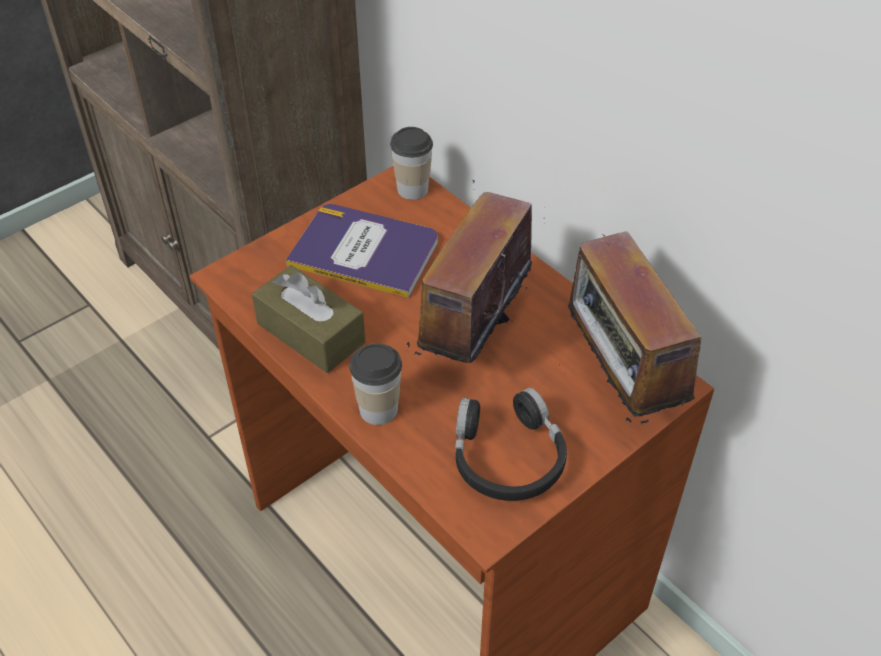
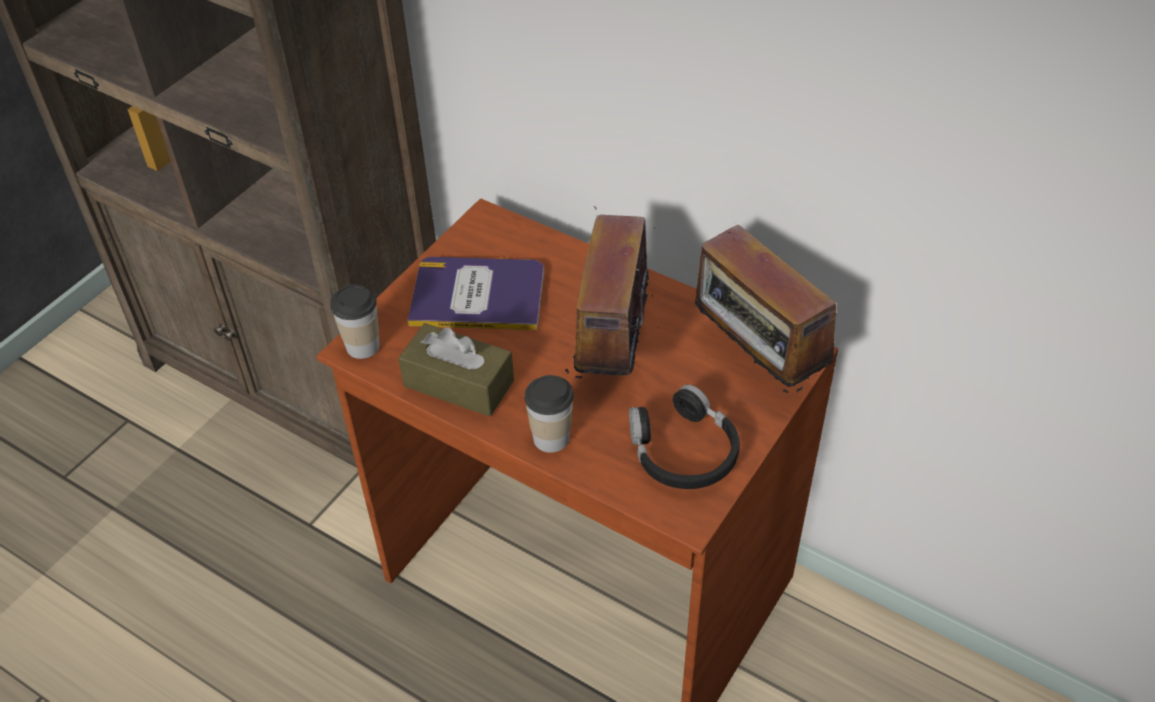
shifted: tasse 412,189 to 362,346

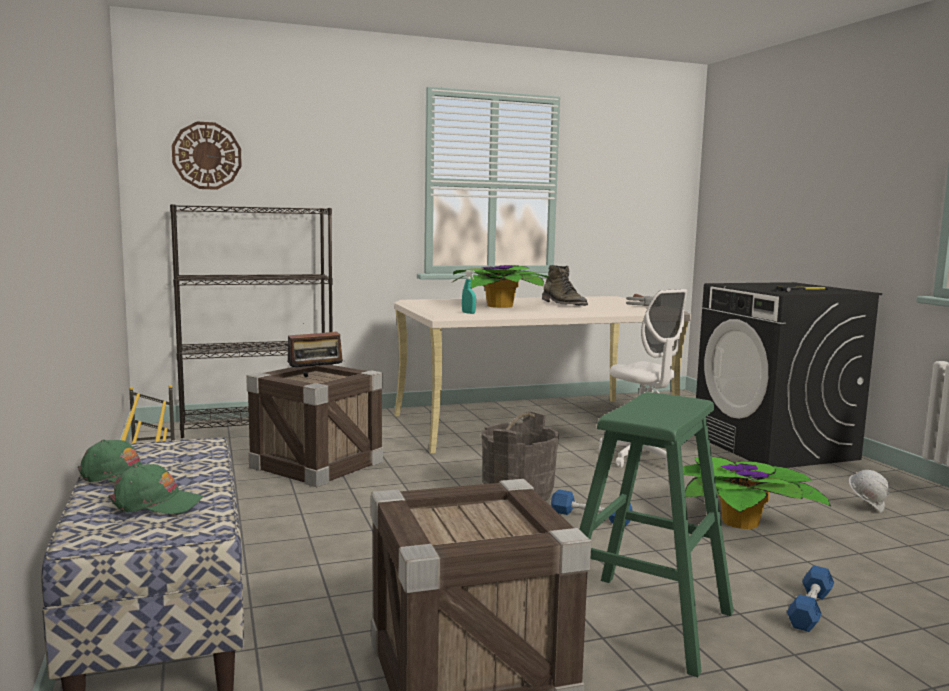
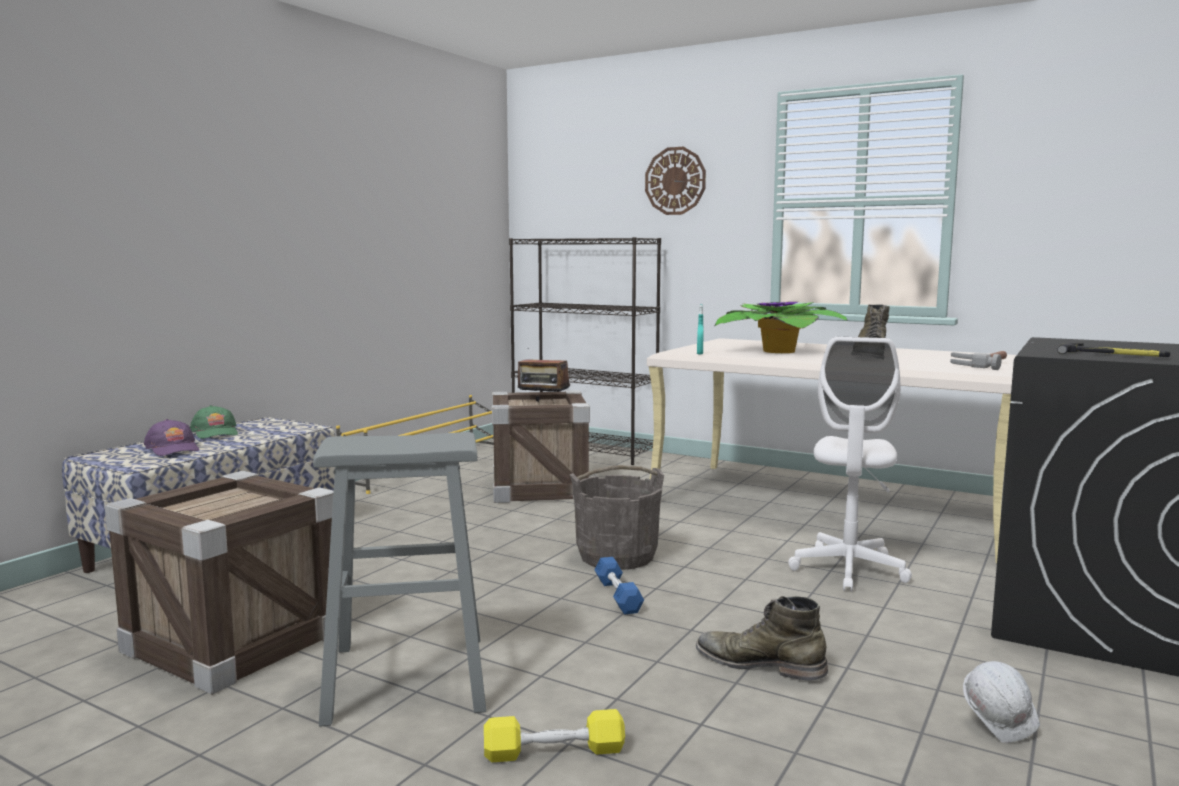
shifted: horloge murale 207,155 to 675,181
swapped: plante en pot 744,521 to botte (vert) 759,663
repainted: tabouret (vert) 645,621 to tabouret (gris) 408,677; casquette (vert) 156,503 to casquette (violet) 173,449; haltère (bleu) 810,609 to haltère (jaune) 554,752

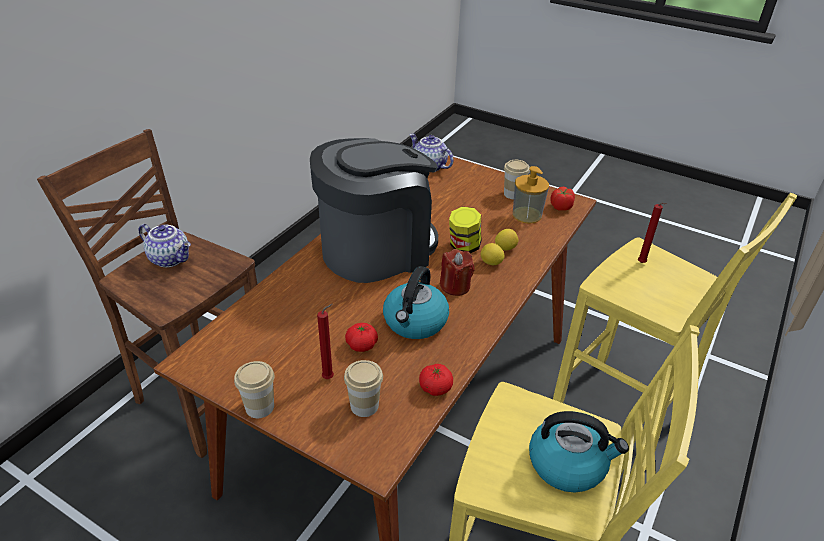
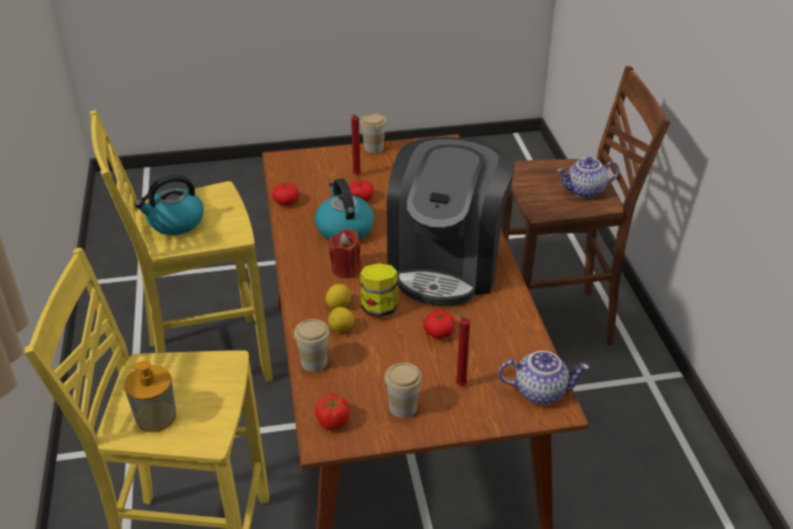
new: tomate 439,333
shifted: distributeur de savon 526,215 to 156,417; bougie (rouge) 642,264 to 459,384; tasse 364,405 to 314,362

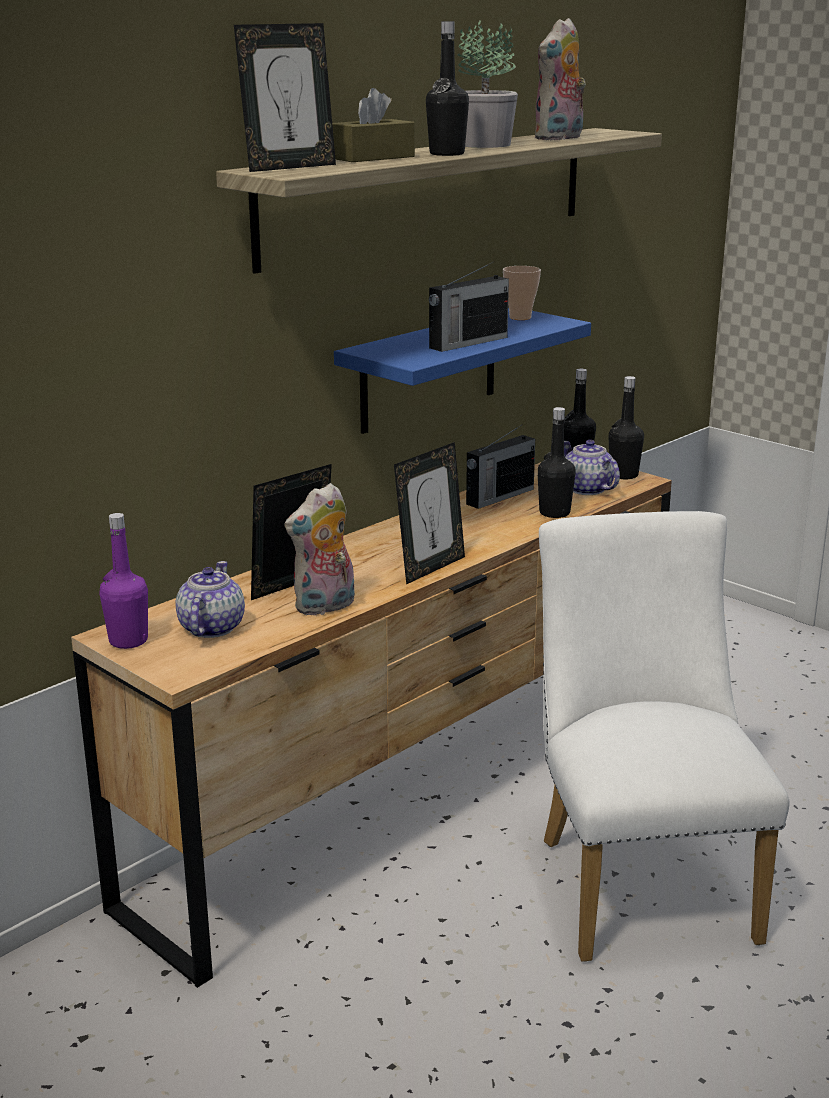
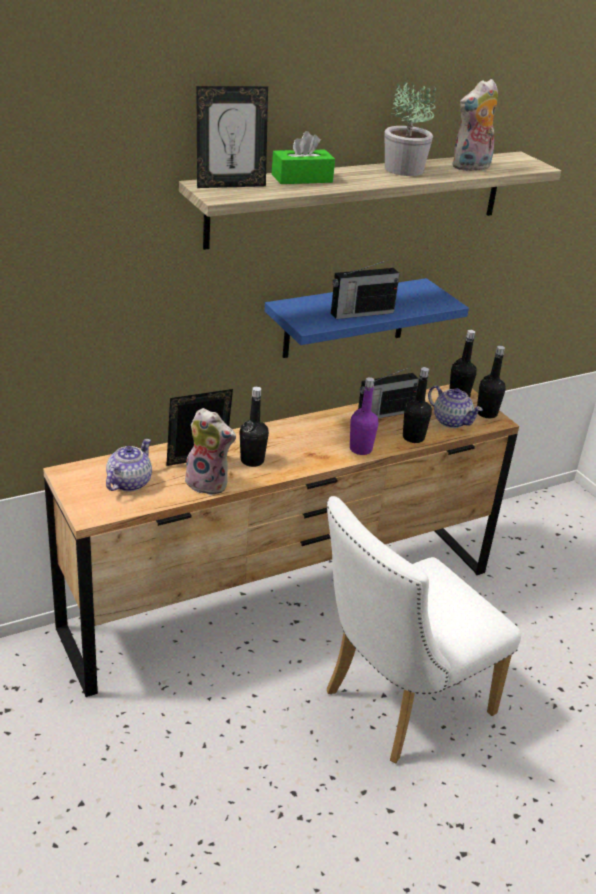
gone: tasse 520,317; cadre photo 430,568
shifted: bouteille (noir) 447,154 to 252,460; bouteille (violet) 128,641 to 360,449
repainted: boîte à mouchoirs (marron) 372,157 to boîte à mouchoirs (vert) 302,178
rotated: théière 587,489 = 451,421 150 degrees clockwise; peluche 325,607 = 209,483 135 degrees counterclockwise; chaise (blanc) 639,879 = 397,705 135 degrees counterclockwise

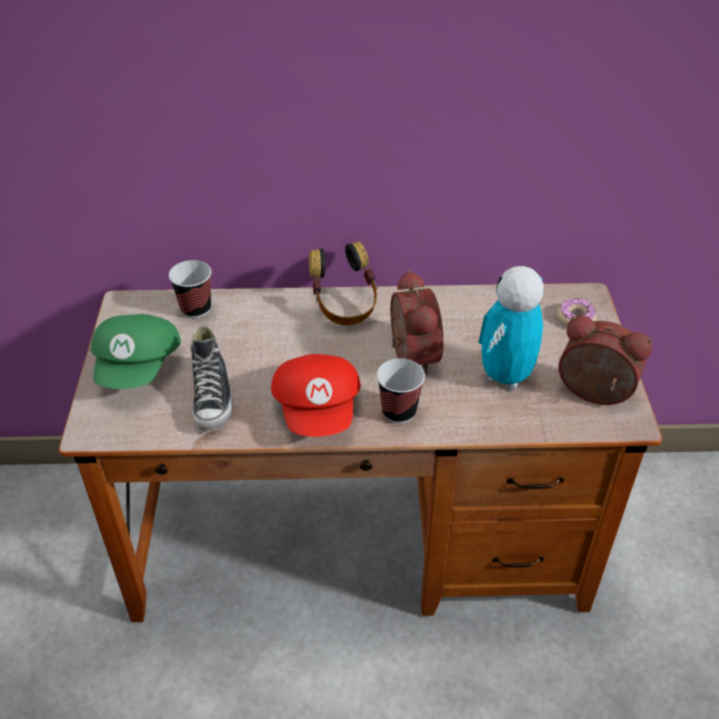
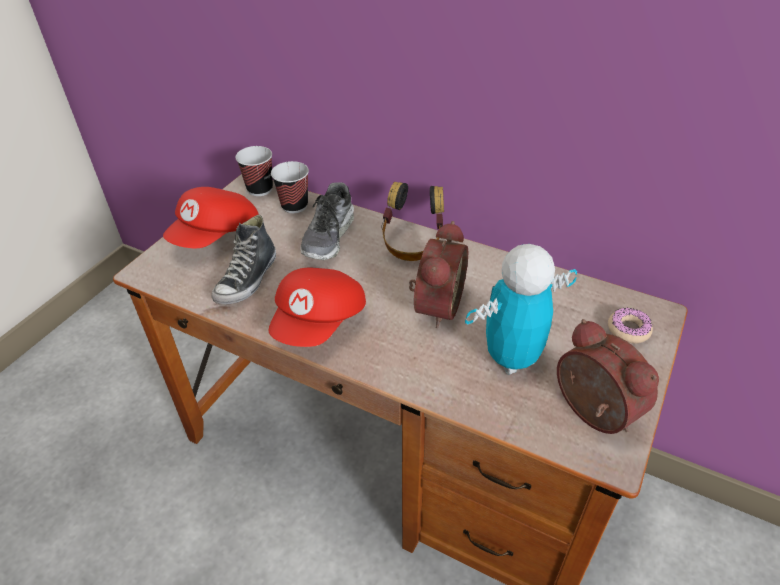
new: chaussure 329,236
shifted: tasse 399,411 to 260,189
repainted: casquette (vert) 139,367 to casquette (rouge) 217,236

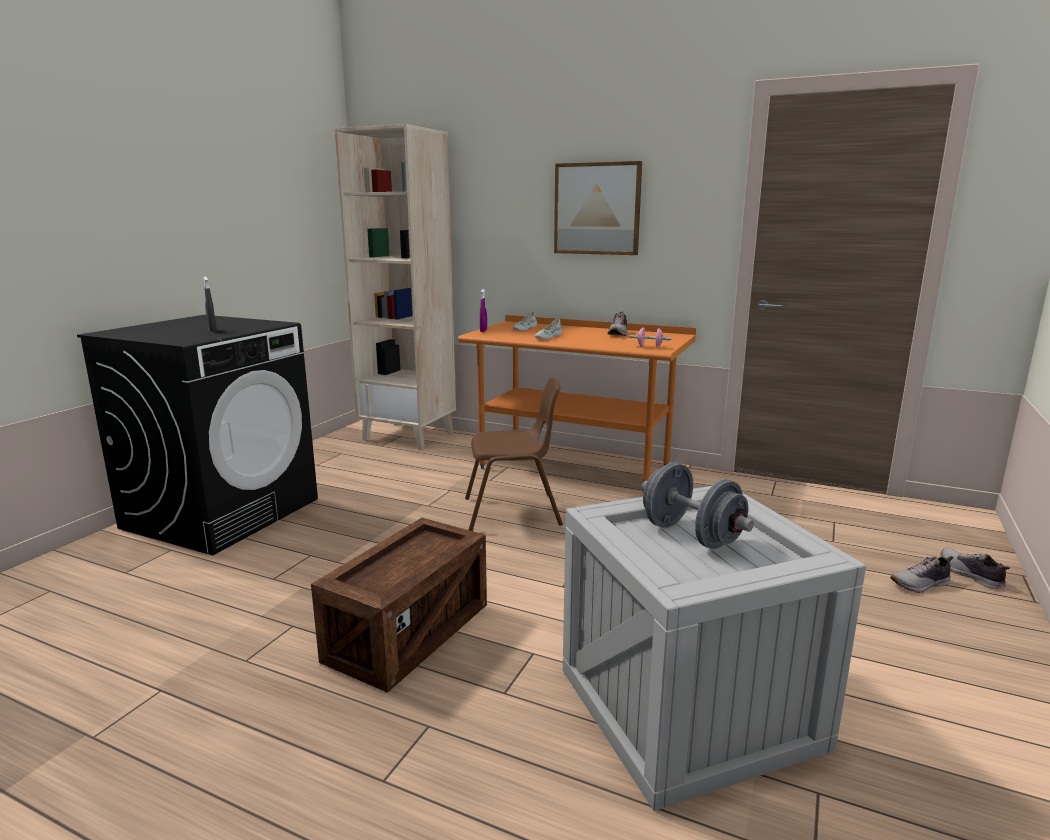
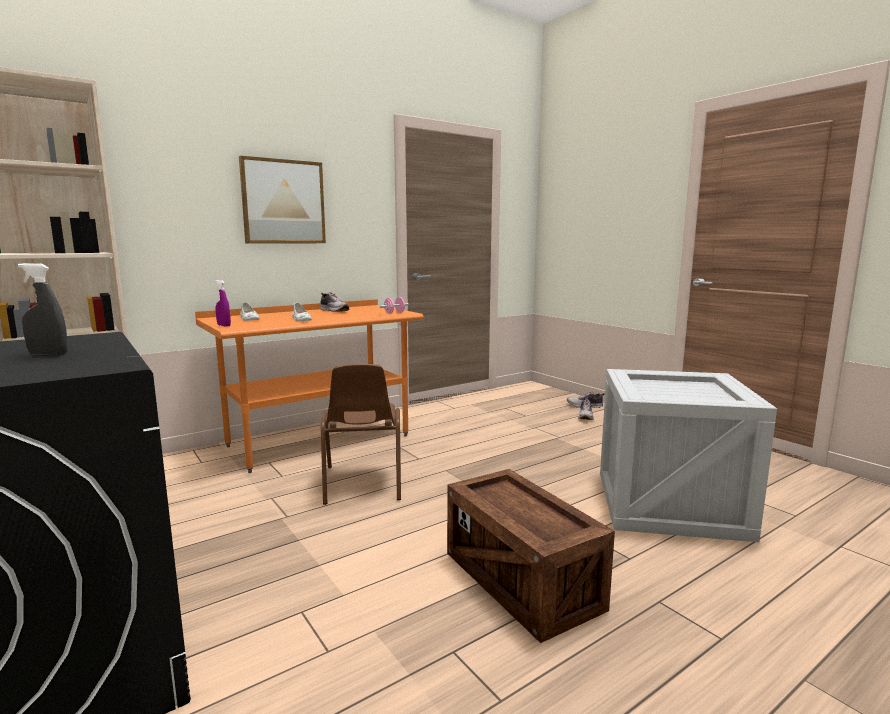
gone: haltère (gris) 691,535
rotated: chaise (marron) 513,512 = 362,483 150 degrees clockwise

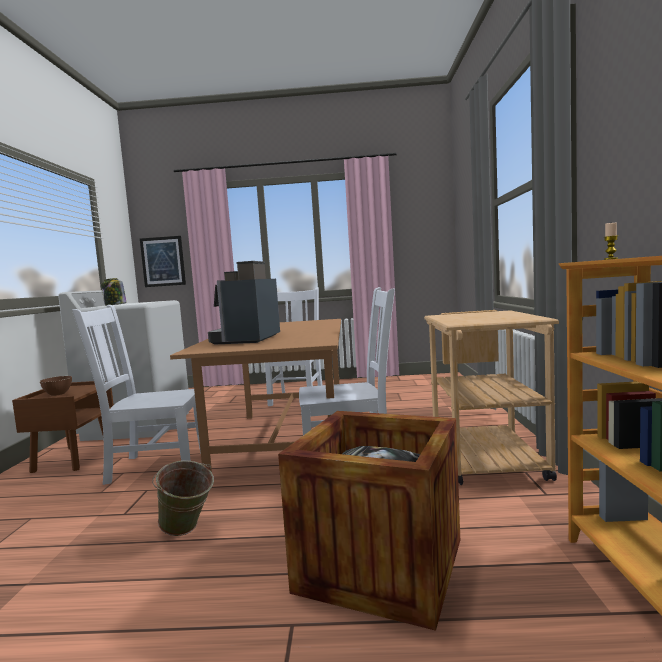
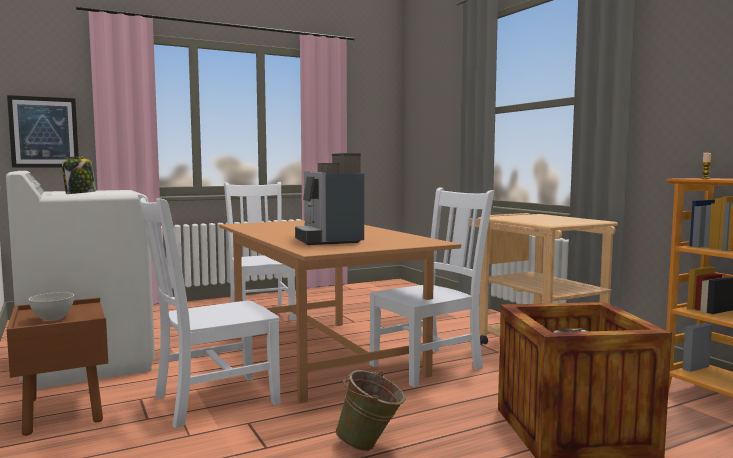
repainted: bol (marron) 58,394 to bol (gris) 53,318

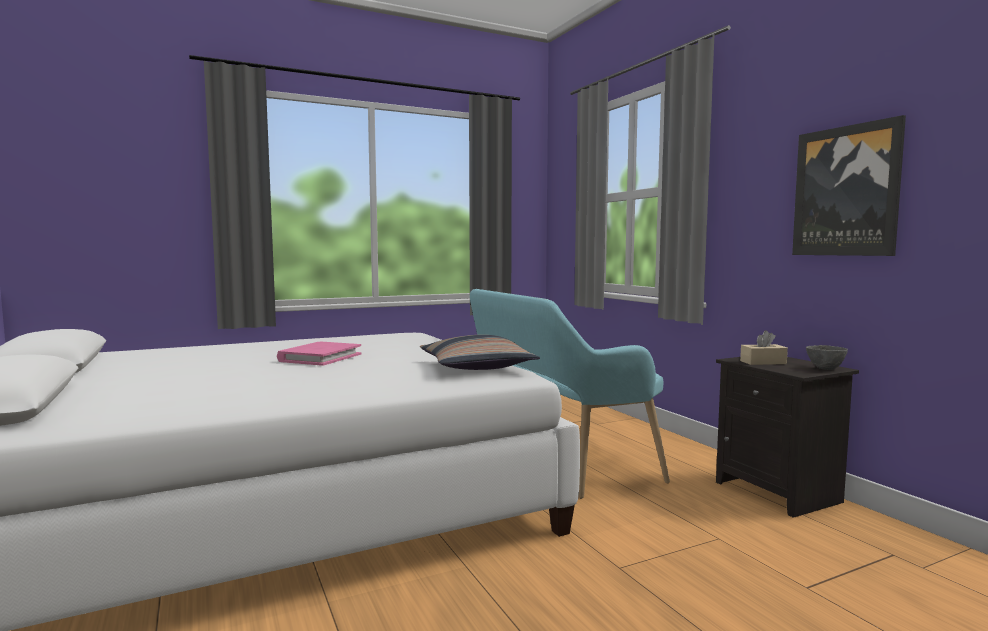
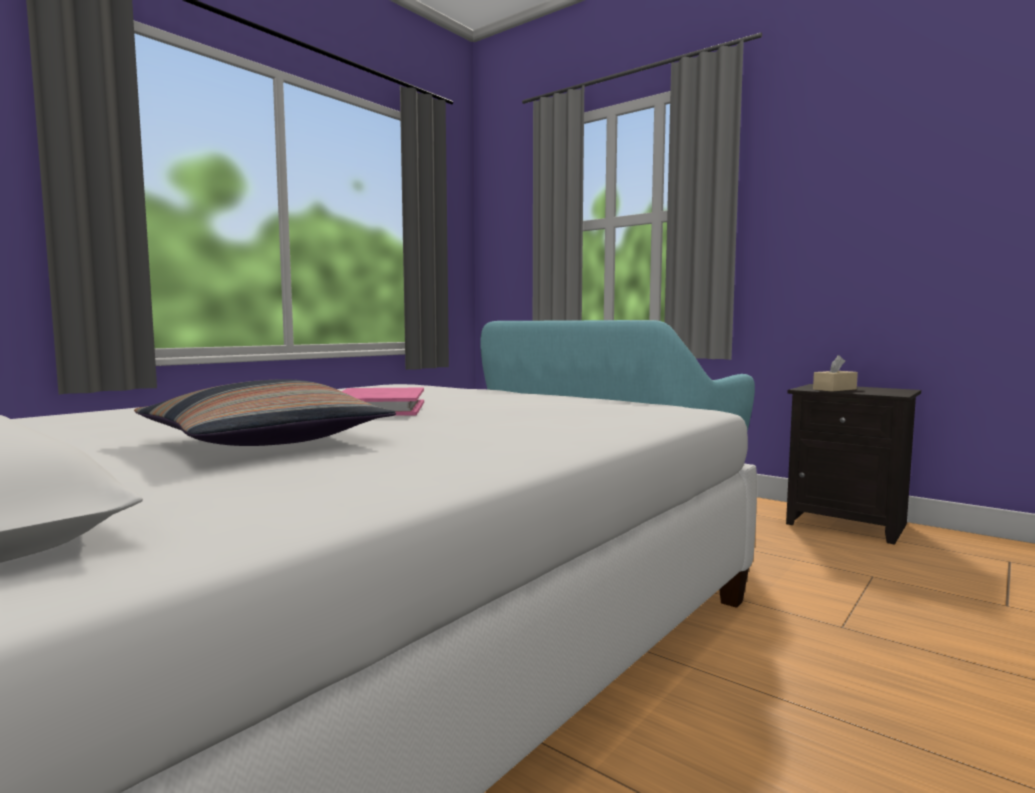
gone: tableau 846,191; bol (gris) 825,369
shifted: coussin 476,367 to 265,441

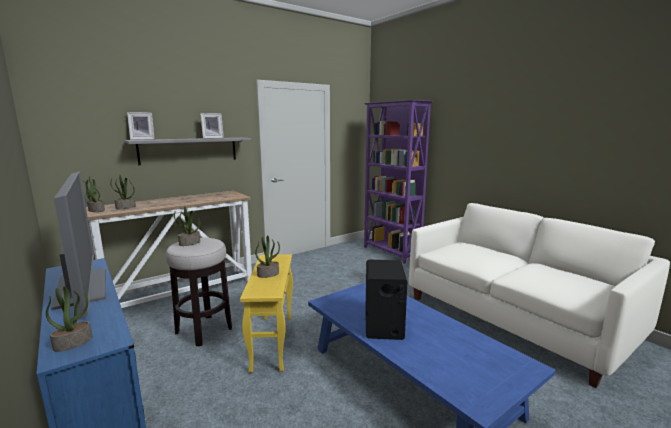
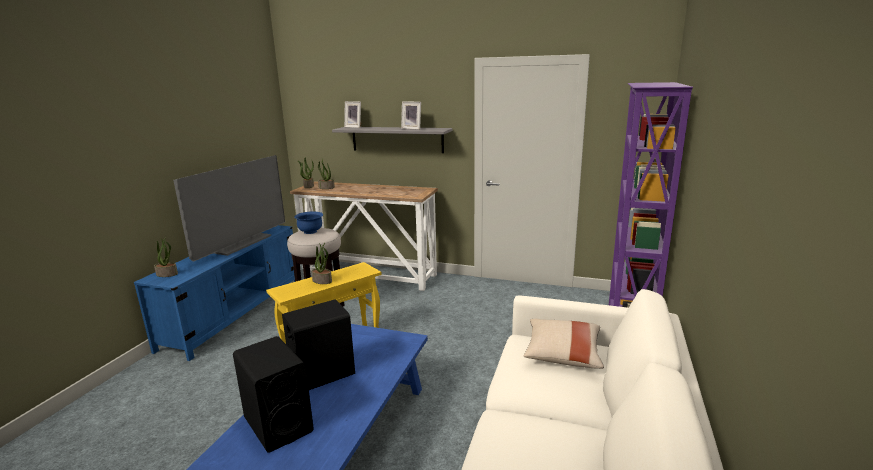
new: coussin (beige) 562,354; enceinte (noir) 278,424
swapped: plante en pot 189,243 to bol (bleu) 310,232

